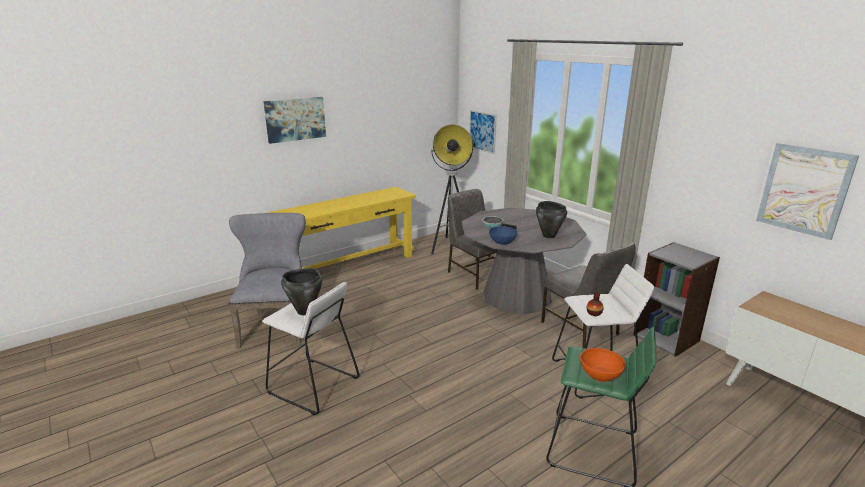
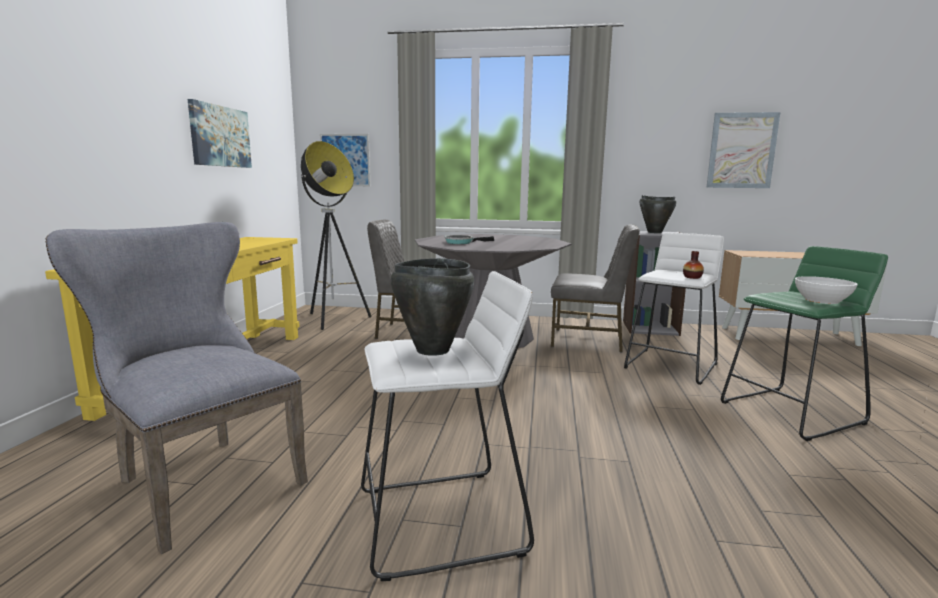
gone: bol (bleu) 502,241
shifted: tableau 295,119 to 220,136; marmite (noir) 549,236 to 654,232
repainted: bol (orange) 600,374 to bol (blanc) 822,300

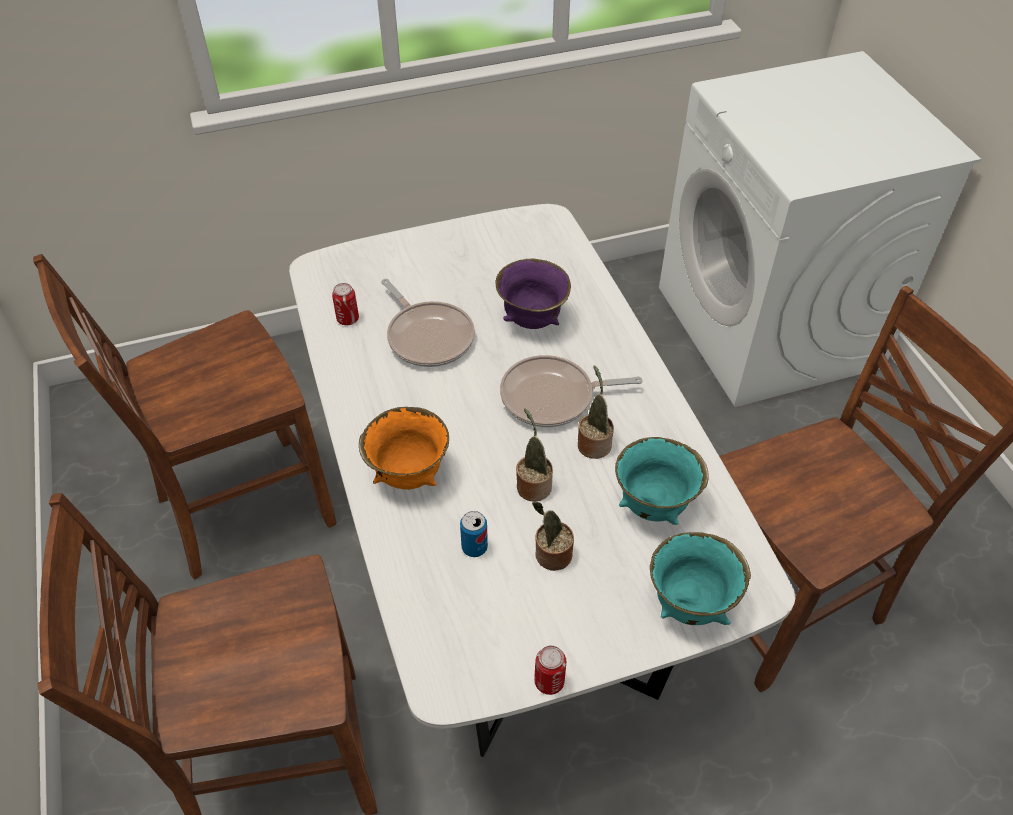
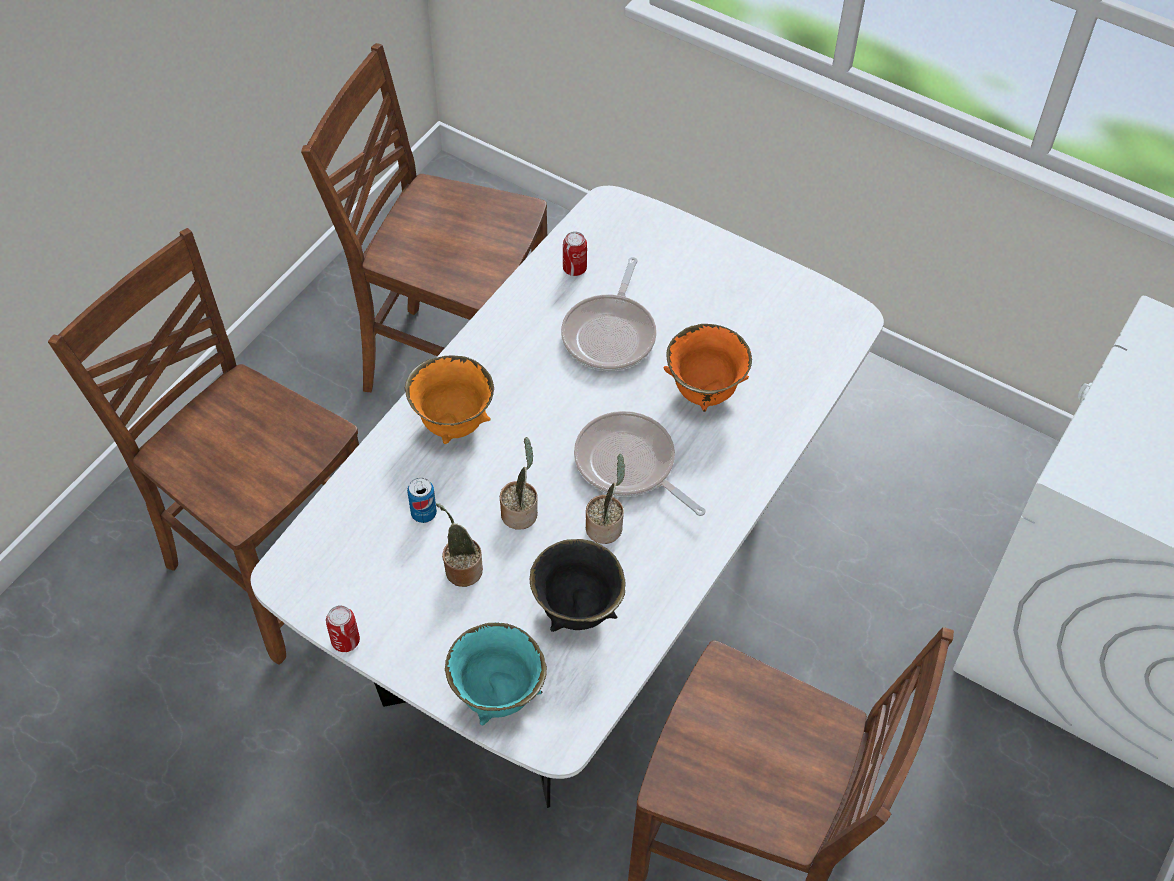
repainted: bol (violet) 531,321 to bol (orange) 704,392; bol (turquoise) 654,507 to bol (noir) 576,612

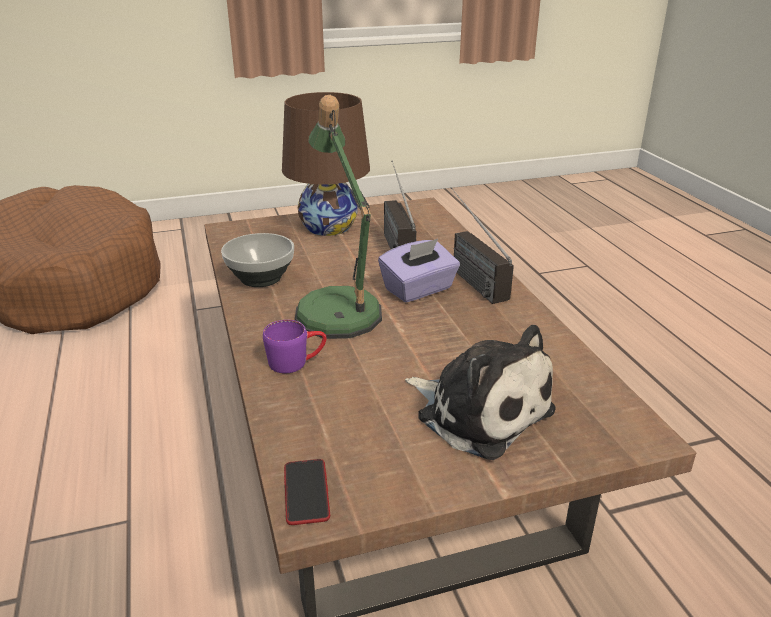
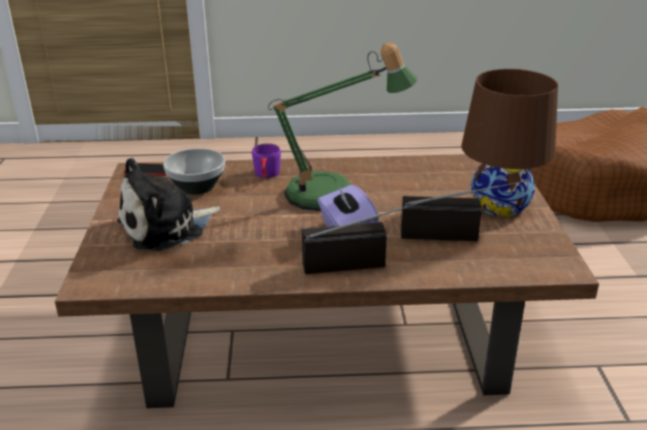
shifted: bol 260,278 to 198,187

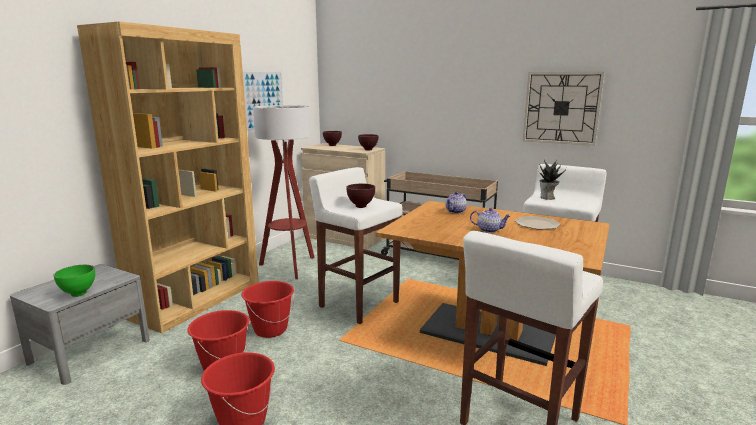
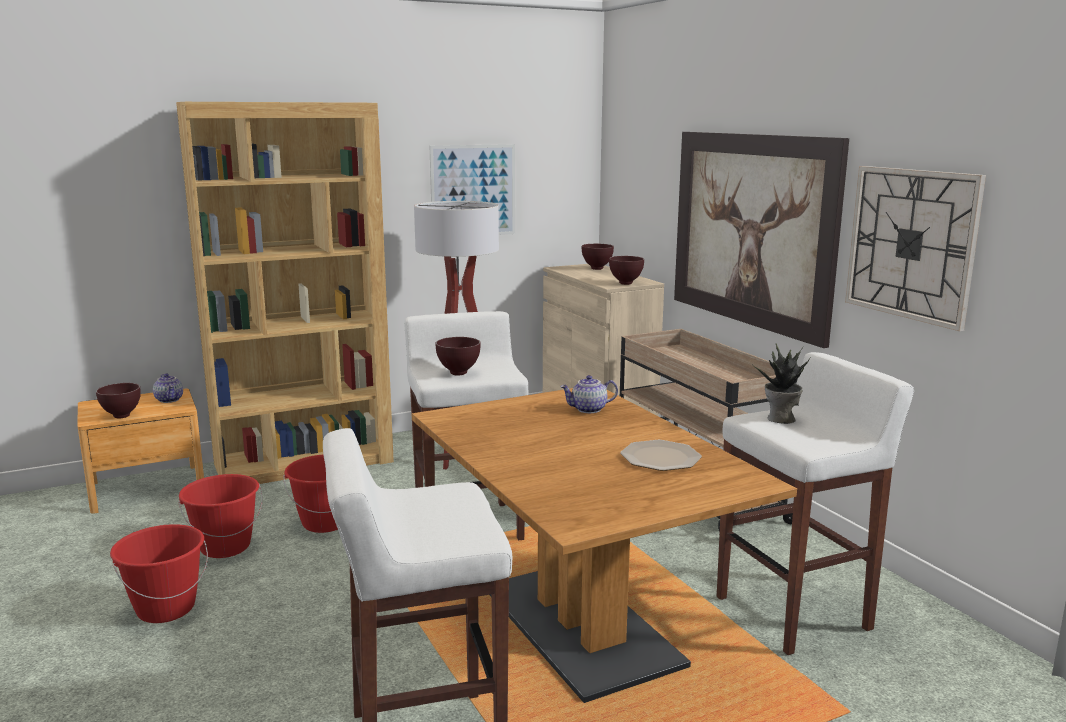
new: tableau 751,230
shifted: théière 489,230 to 170,400
repainted: table de chevet (gris) 90,351 to table de chevet (marron) 147,488; bol (vert) 77,294 to bol (marron) 120,416

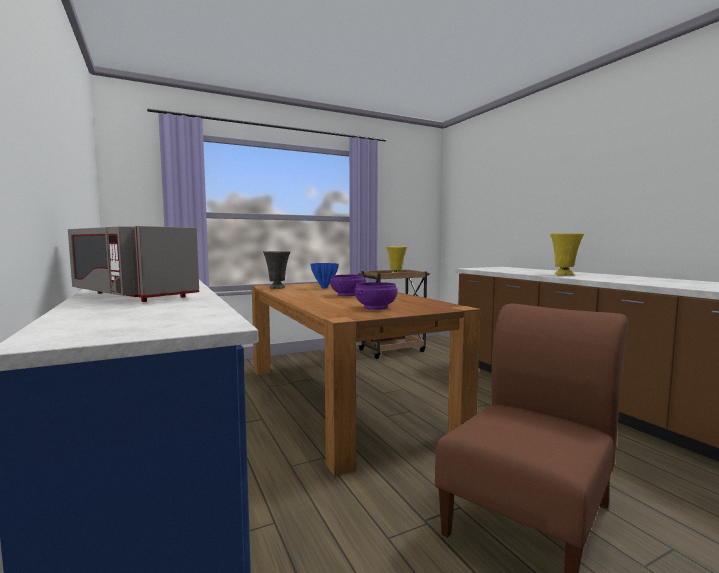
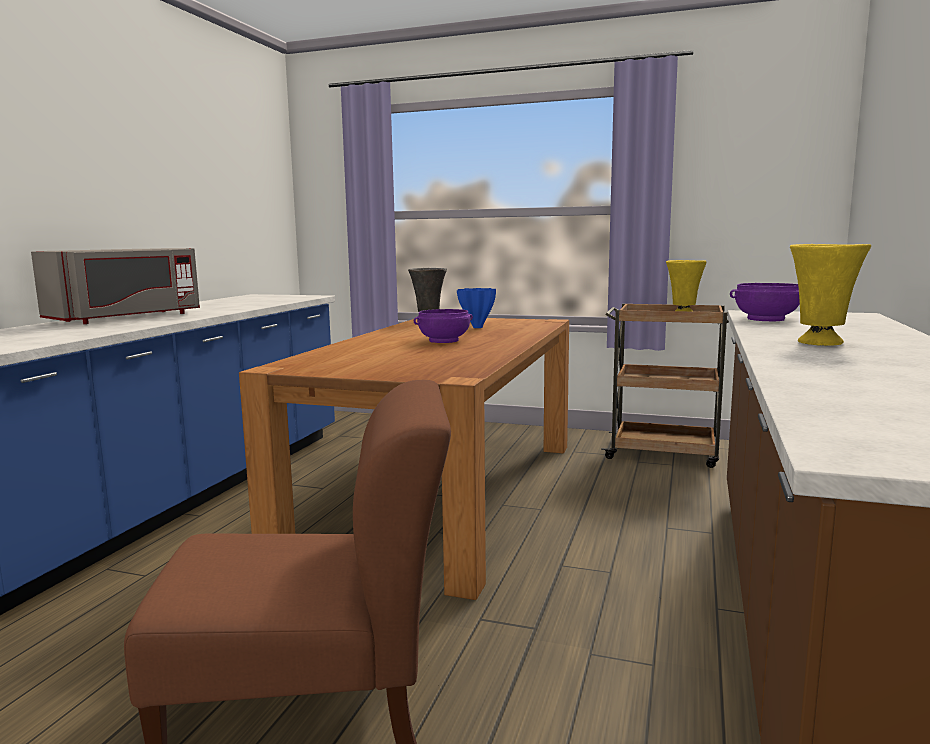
shifted: bol (violet) 376,308 to 766,319
rotated: micro-ondes (gris) 132,295 = 127,318 135 degrees counterclockwise

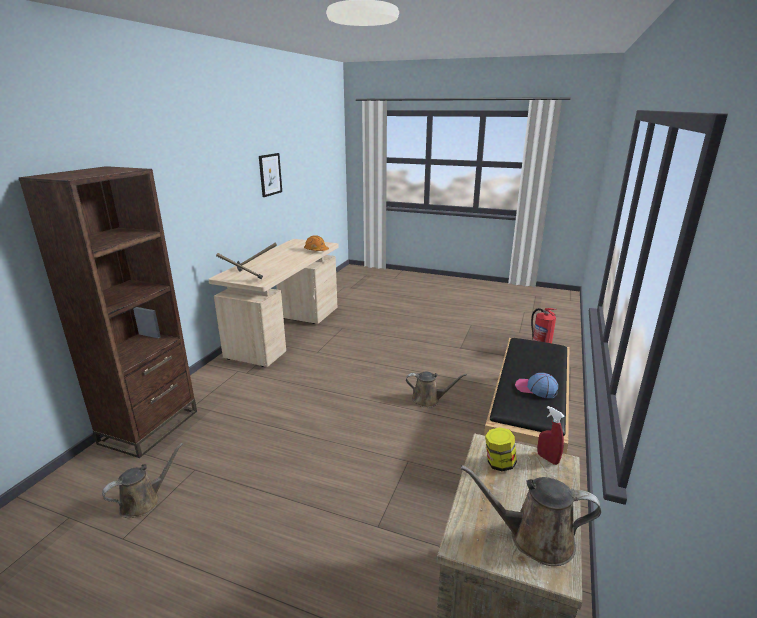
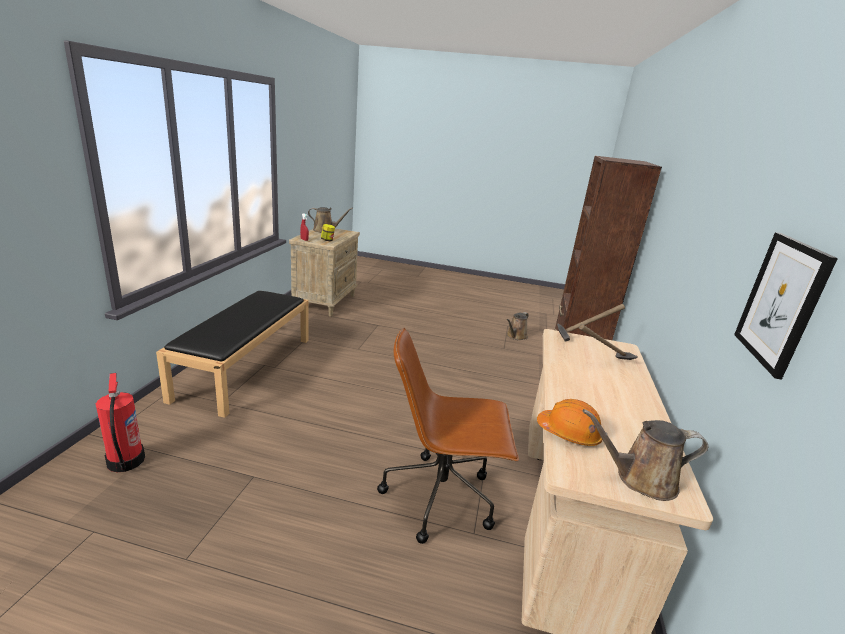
gone: casquette 535,389
new: chaise de bureau (marron) 441,496
shifted: arrosoir (marron) 428,400 to 640,479

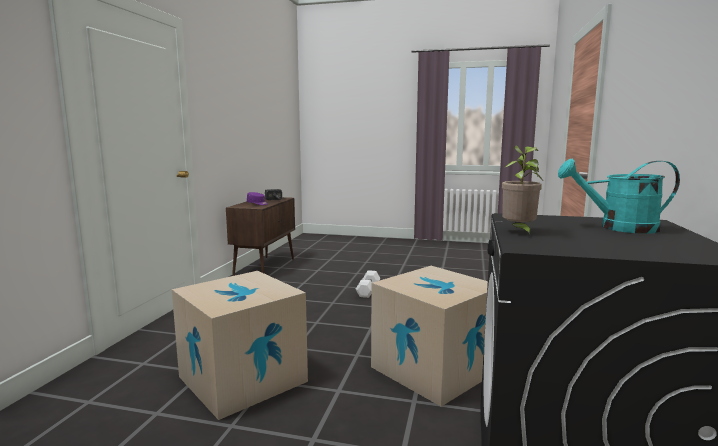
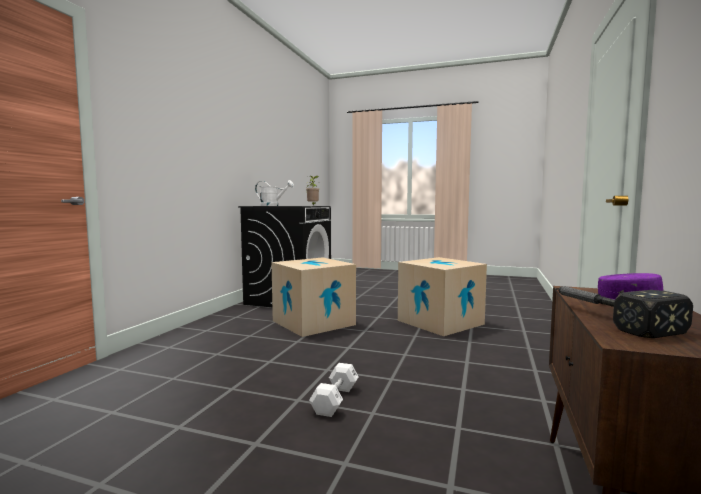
repainted: arrosoir (turquoise) 618,228 to arrosoir (blanc) 272,205

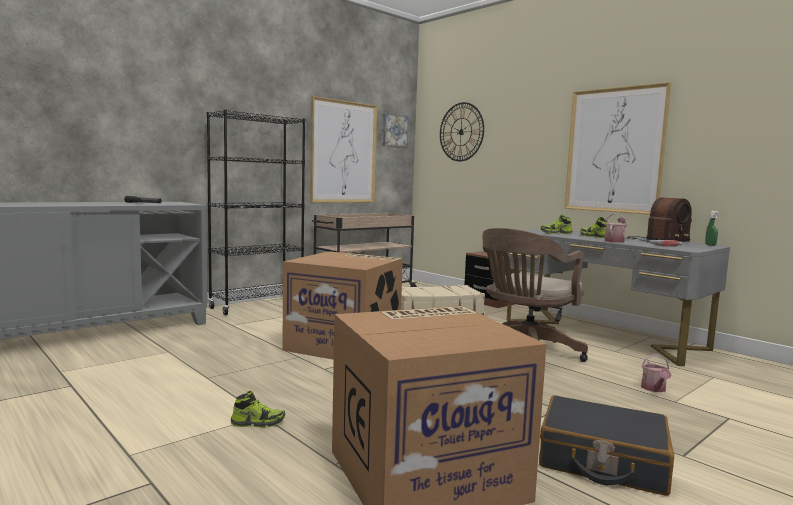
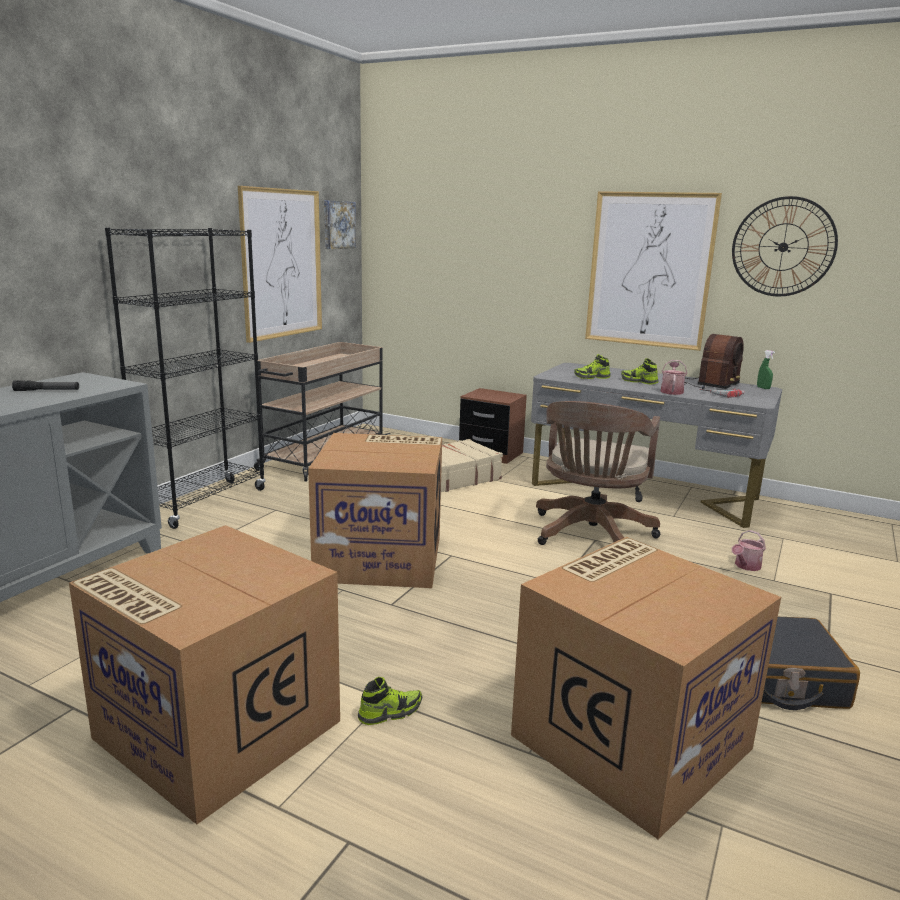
new: carton 214,730
shifted: horloge murale 461,132 to 783,247
rotated: arrosoir 654,389 = 746,566 60 degrees clockwise

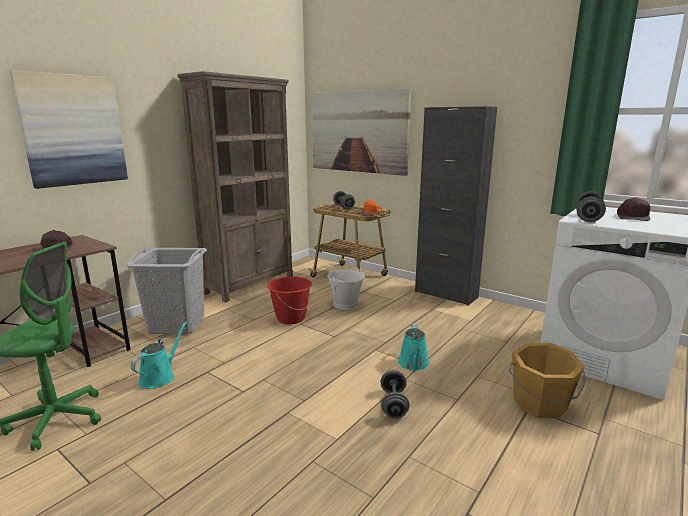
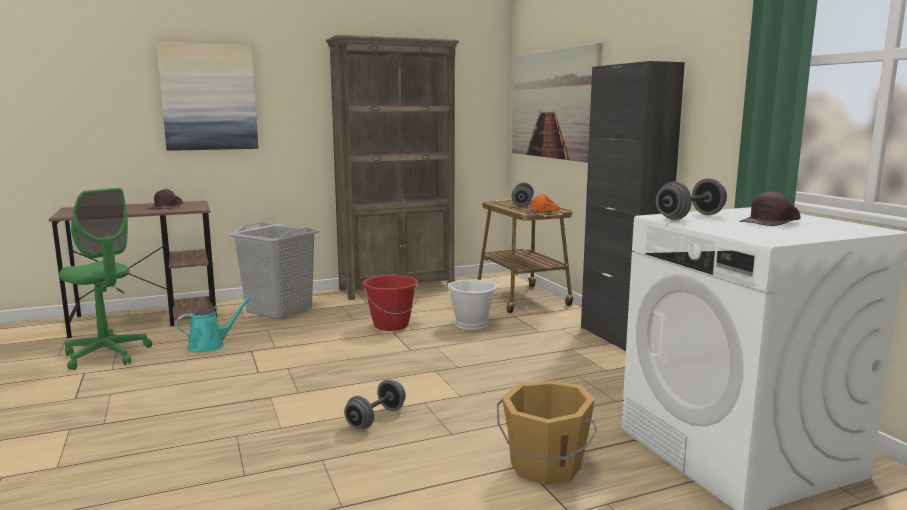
gone: arrosoir (turquoise) 414,364

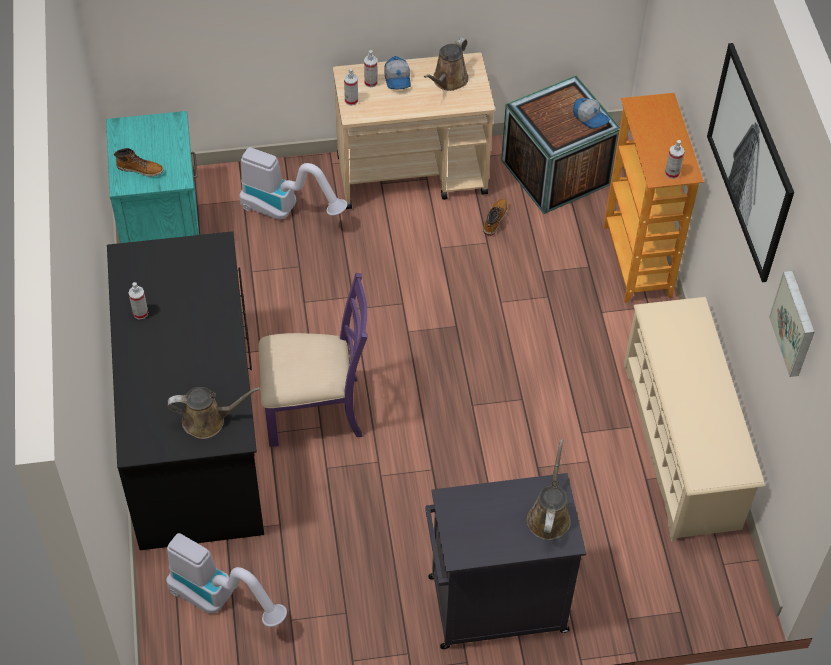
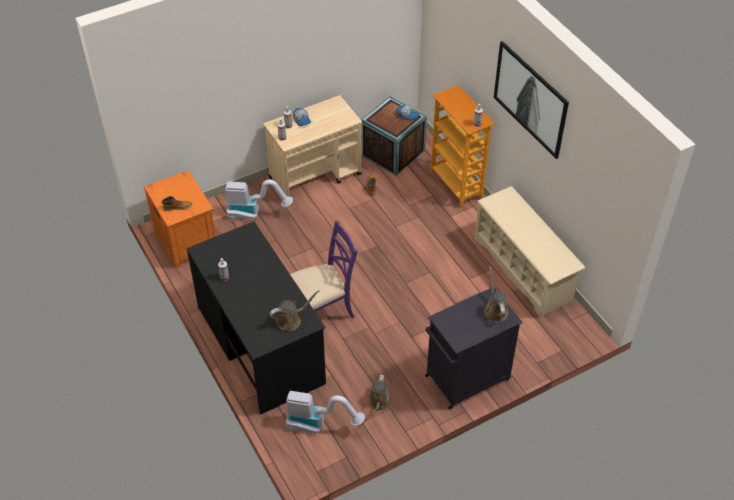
gone: tableau 795,323
shifted: arrosoir (marron) 448,81 to 379,403
repainted: table de chevet (turquoise) 161,221 to table de chevet (orange) 186,239

